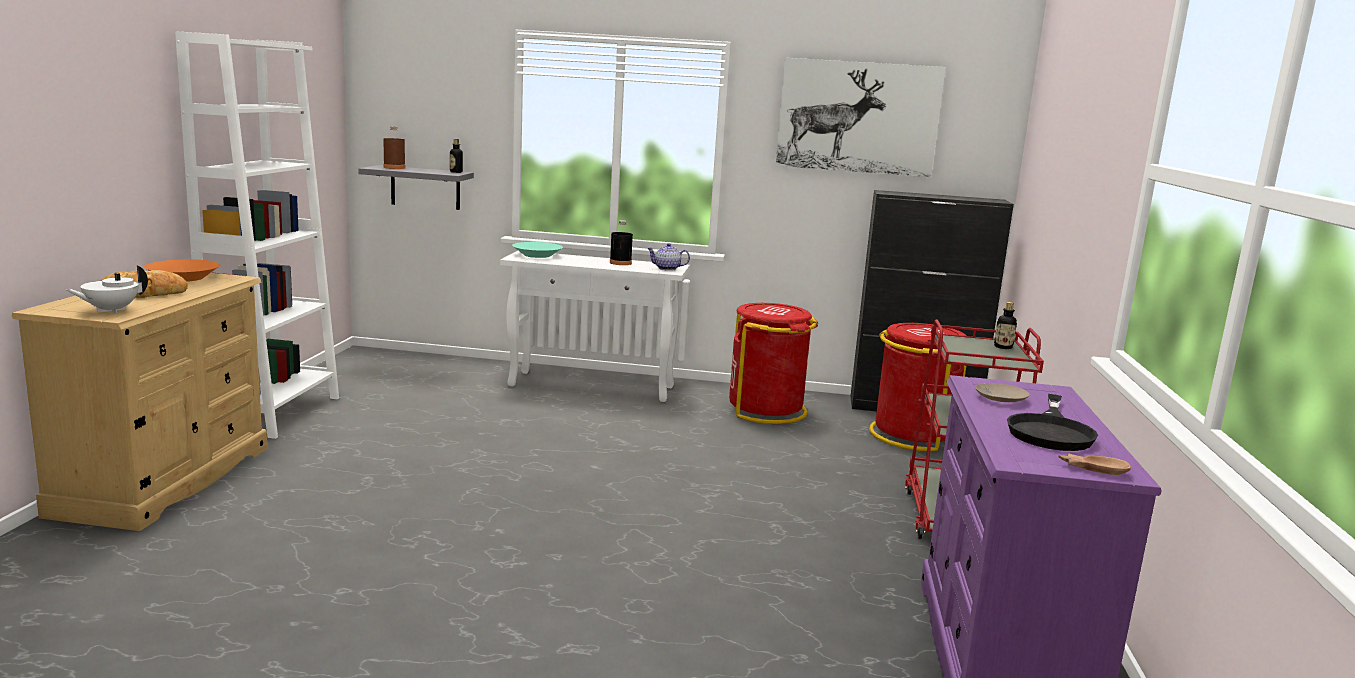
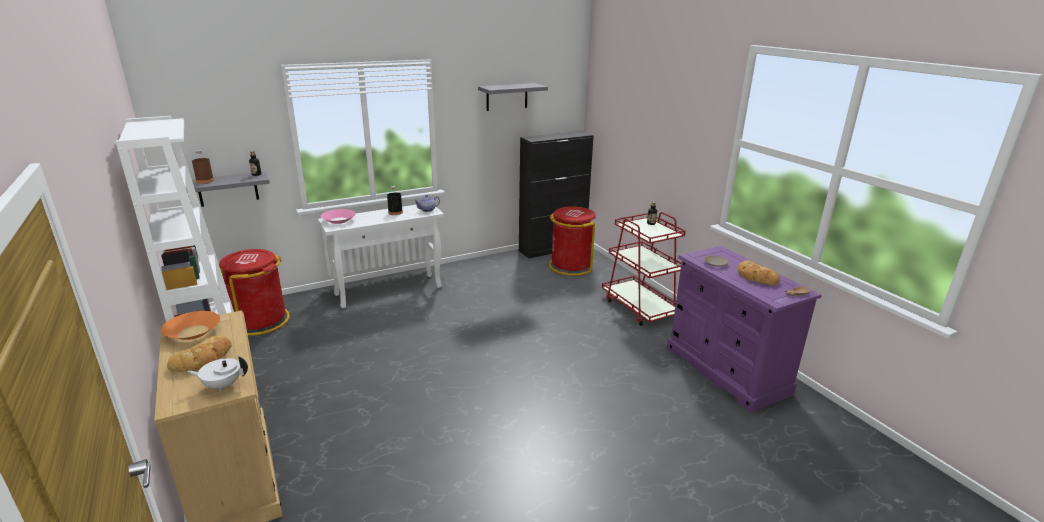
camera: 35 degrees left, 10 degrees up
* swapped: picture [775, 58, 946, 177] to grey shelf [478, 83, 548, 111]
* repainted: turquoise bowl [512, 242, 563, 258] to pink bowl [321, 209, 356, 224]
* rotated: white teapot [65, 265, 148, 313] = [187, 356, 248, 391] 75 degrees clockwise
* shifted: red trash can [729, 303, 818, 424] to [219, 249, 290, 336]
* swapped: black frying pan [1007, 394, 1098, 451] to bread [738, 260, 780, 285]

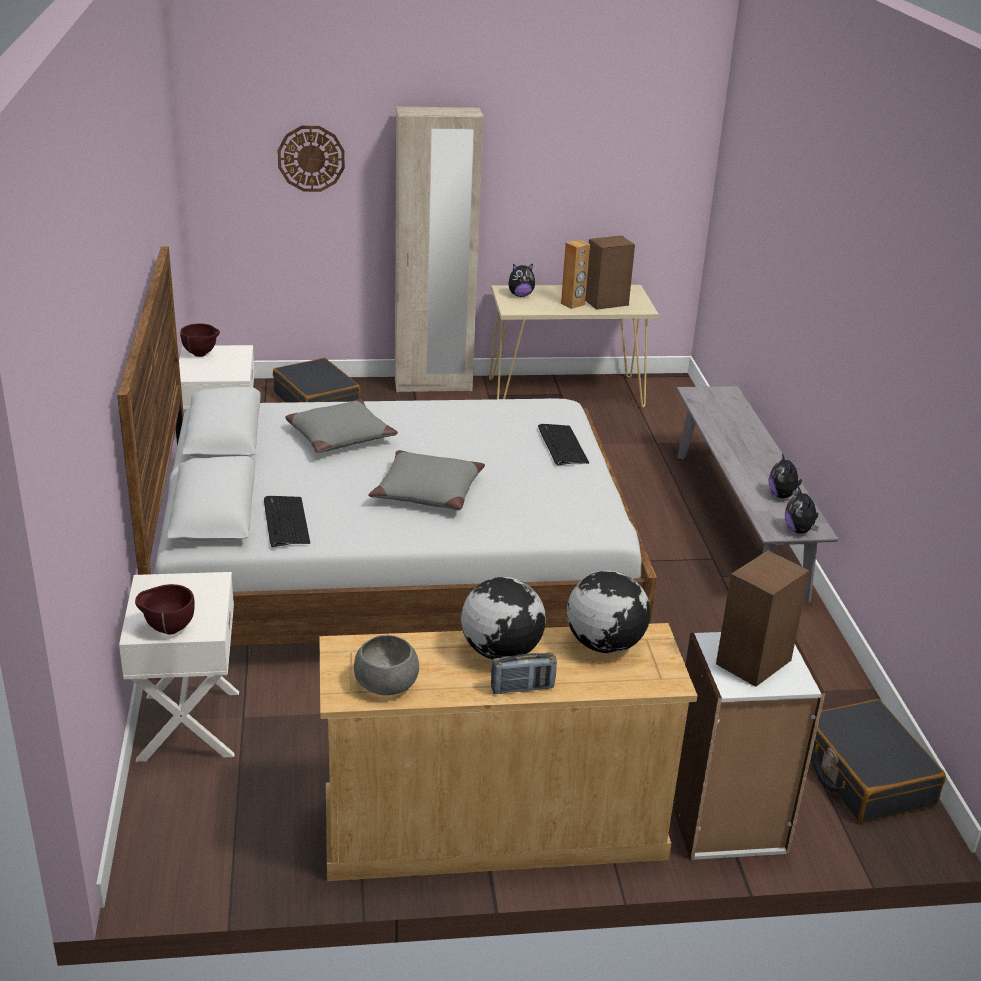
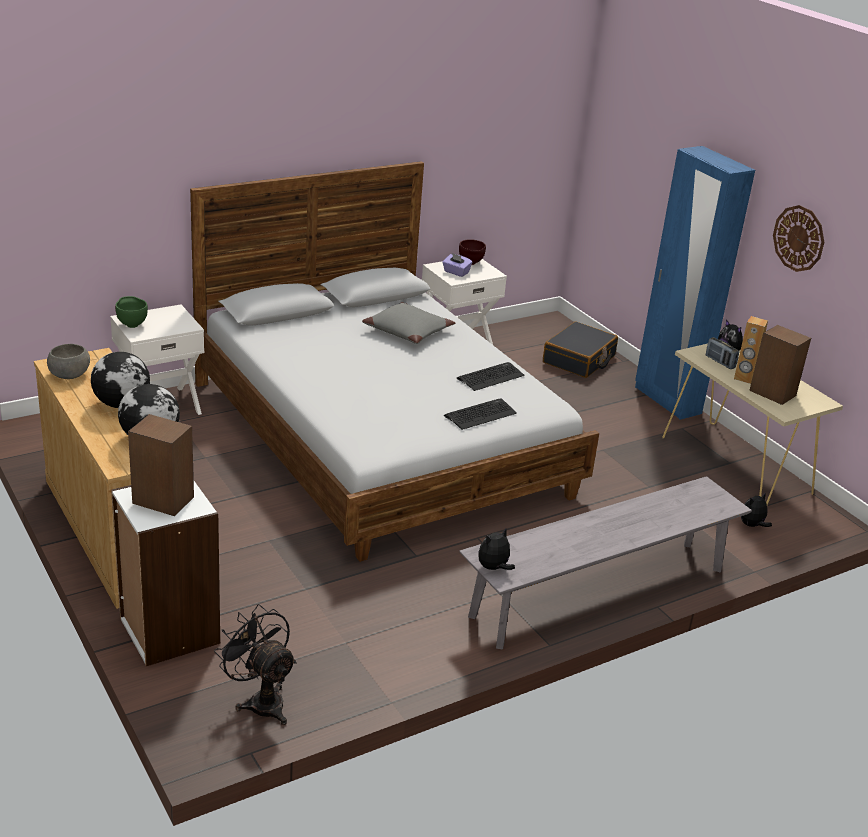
camera: 65 degrees right, 0 degrees up
* repainted: beige wardrobe [395, 107, 483, 392] to blue wardrobe [635, 146, 755, 420]
* shifted: wall clock [278, 126, 345, 192] to [773, 205, 824, 272]
* gone: grey pillow [368, 450, 485, 510]
* shifted: plush toy [769, 453, 802, 498] to [741, 492, 772, 527]
* shifted: keyboard [264, 496, 310, 547] to [456, 362, 524, 391]
* repainted: brown bowl [135, 584, 195, 634] to green bowl [115, 296, 148, 328]
* shifted: radio [491, 653, 557, 694] to [706, 337, 739, 369]
* swapped: black suitcase [811, 699, 946, 823] to black fan [214, 604, 297, 725]
* new: purple tissue box [442, 253, 472, 277]

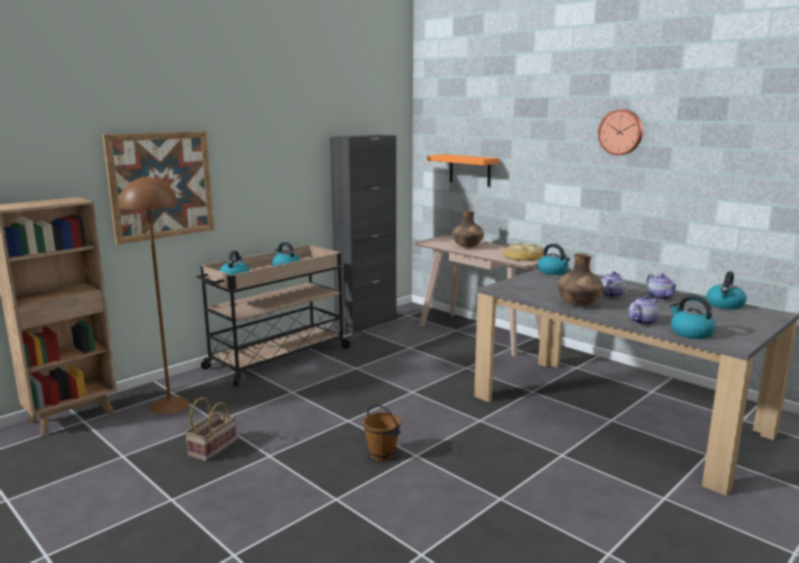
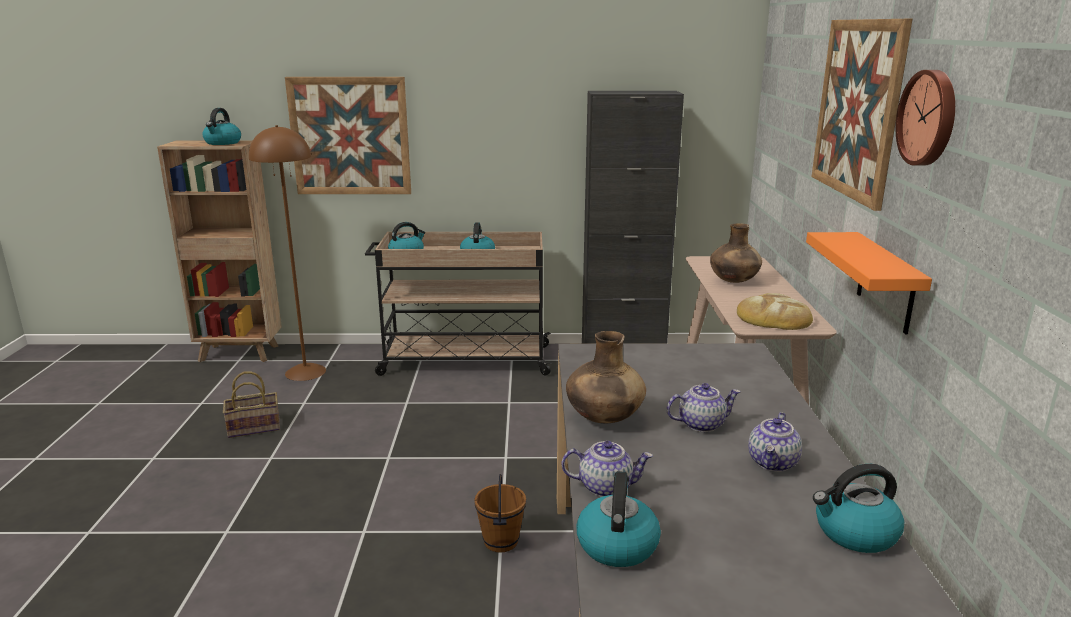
camera: 45 degrees right, 5 degrees up
* shifted: orange shelf [427, 154, 500, 187] to [806, 232, 932, 334]
* shifted: kettle [538, 244, 570, 275] to [202, 108, 241, 145]
* shifted: brown bucket [363, 404, 401, 461] to [474, 474, 526, 553]
* new: picture [812, 19, 913, 211]

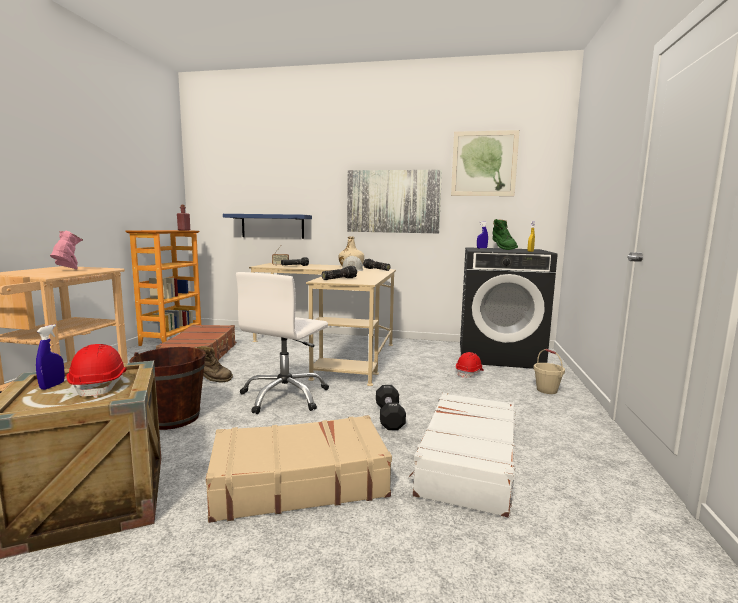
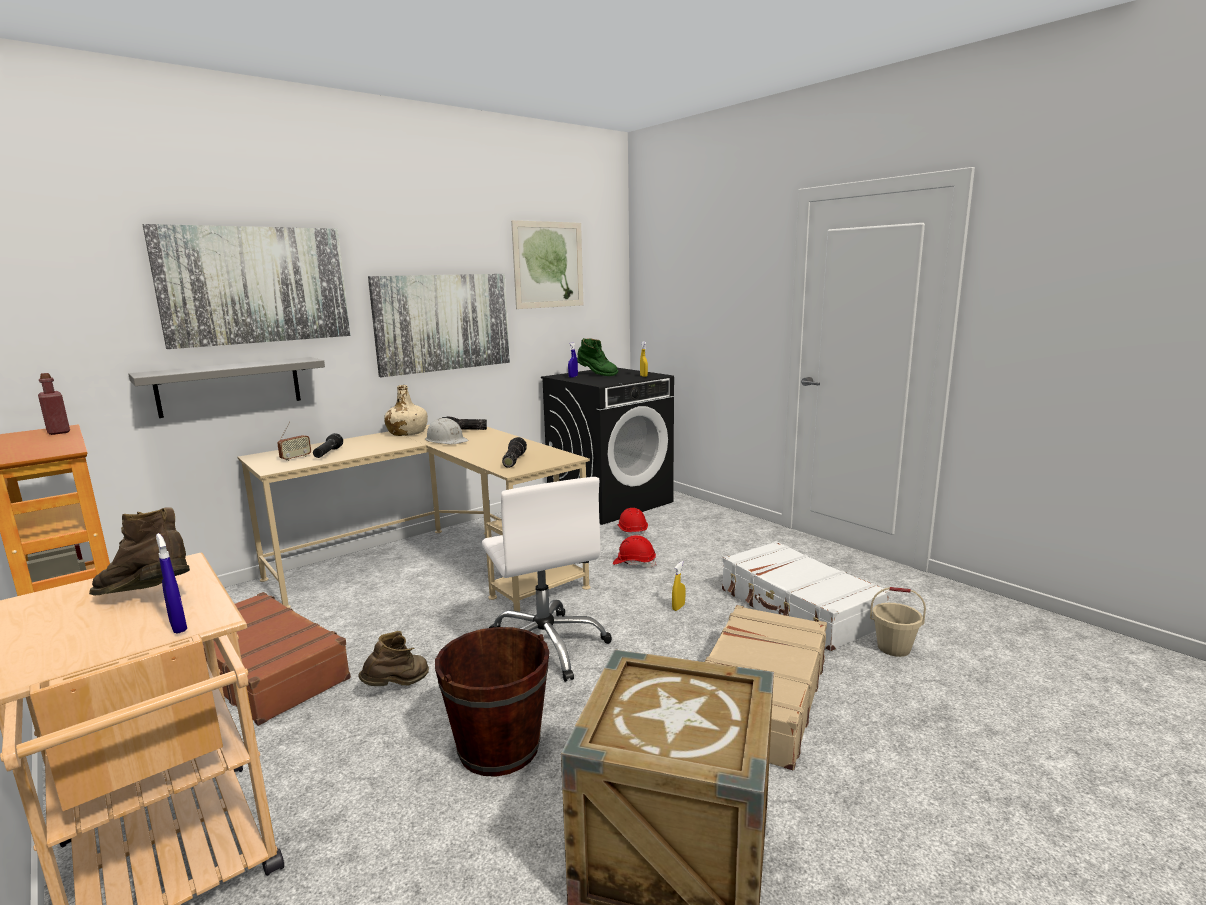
camera: 50 degrees left, 5 degrees up
* repainted: blue shelf [223, 214, 312, 239] to grey shelf [128, 357, 325, 418]
* repainted: pink boot [50, 231, 83, 269] to brown boot [89, 507, 190, 596]
* shifted: blue spray bottle [36, 324, 65, 390] to [156, 533, 187, 634]
* shifted: red hard hat [66, 344, 127, 398] to [613, 535, 656, 568]
* shifted: beige bucket [533, 349, 565, 394] to [870, 587, 926, 657]
* swapped: black dumbbell [376, 385, 406, 430] to yellow spray bottle [672, 561, 686, 611]
* new: picture [142, 224, 350, 349]

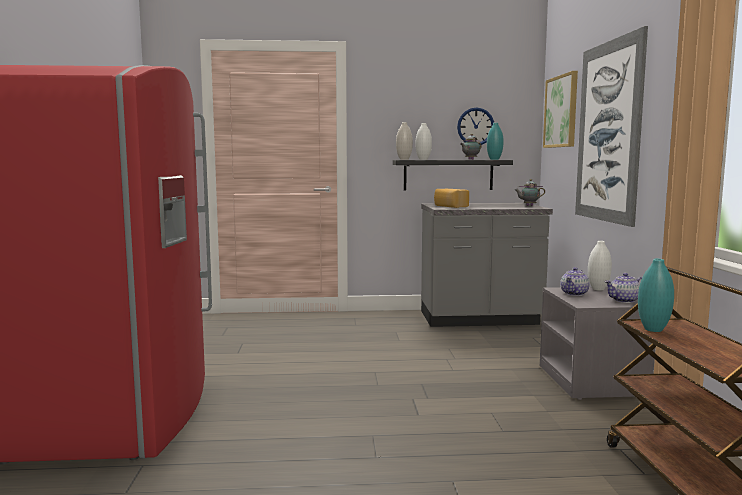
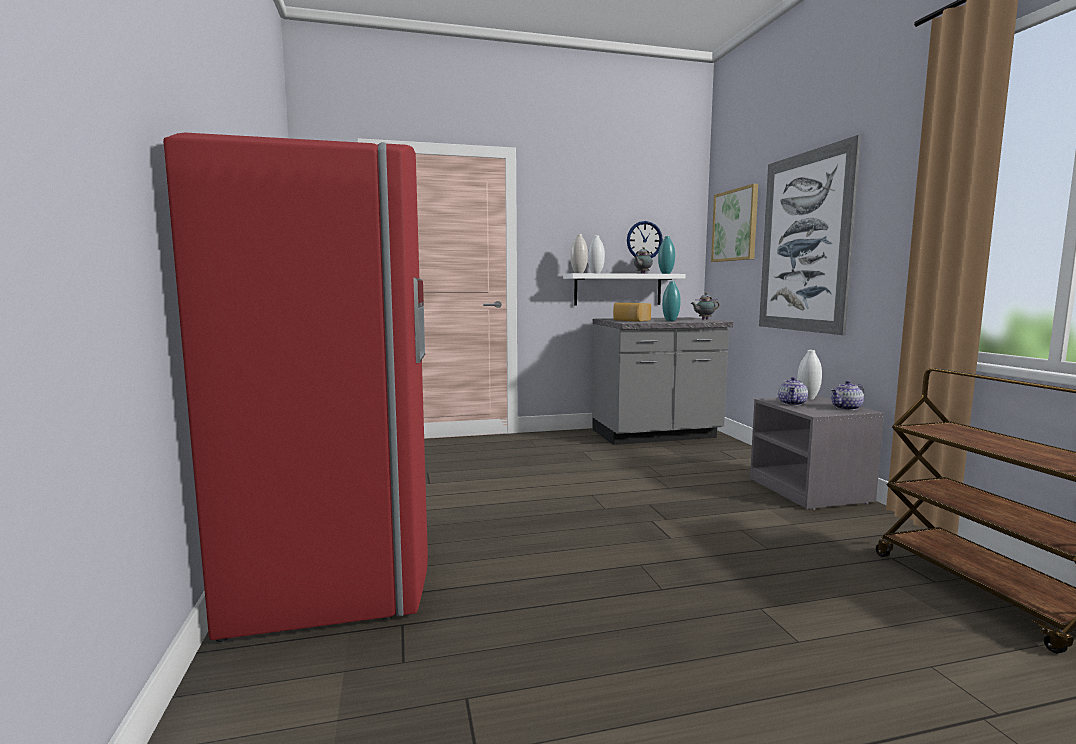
camera: 10 degrees left, 0 degrees up
* repainted: black shelf [393, 160, 513, 190] to white shelf [563, 273, 685, 305]
* shifted: turquoise vase [638, 259, 674, 332] to [662, 281, 681, 321]

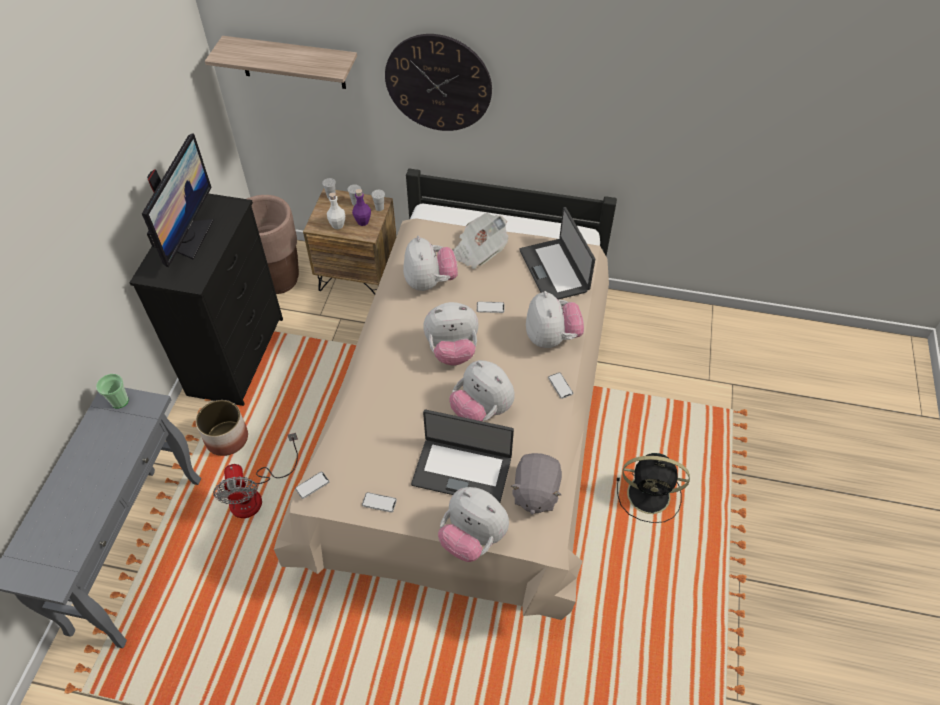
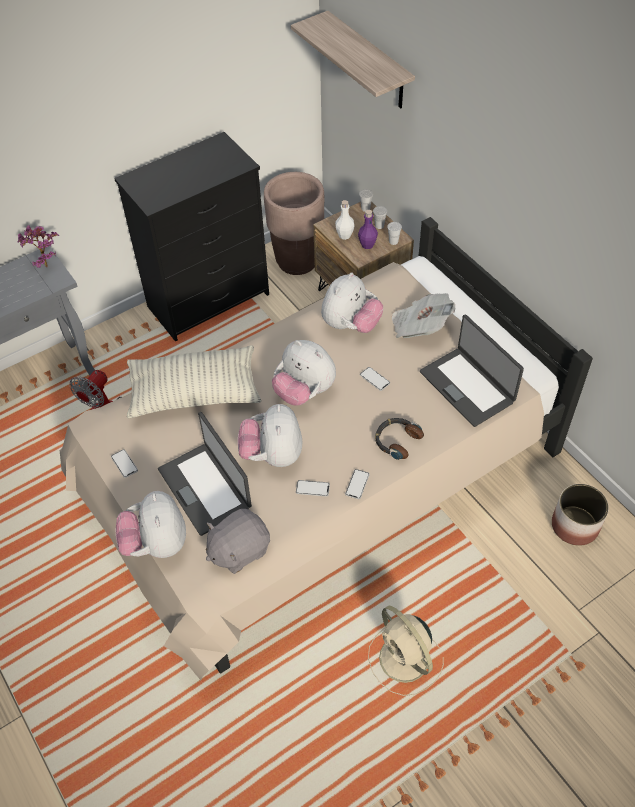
camera: 45 degrees right, 0 degrees up
* gone: wall clock [385, 34, 492, 131]
* gone: monitor [142, 134, 214, 267]
* rotated: laptop [519, 207, 595, 300] = [420, 314, 524, 427] 60 degrees counterclockwise
* swapped: plush toy [526, 291, 584, 348] to headphones [375, 418, 424, 460]
* swapped: cup [96, 374, 128, 408] to potted plant [18, 225, 59, 268]
* shifted: planter [196, 400, 248, 456] to [552, 484, 609, 546]
* repainted: black fan [617, 453, 690, 523] to beige fan [368, 606, 444, 696]
* shifted: phone [295, 472, 329, 499] to [296, 480, 330, 497]
* new: pillow [127, 345, 262, 419]

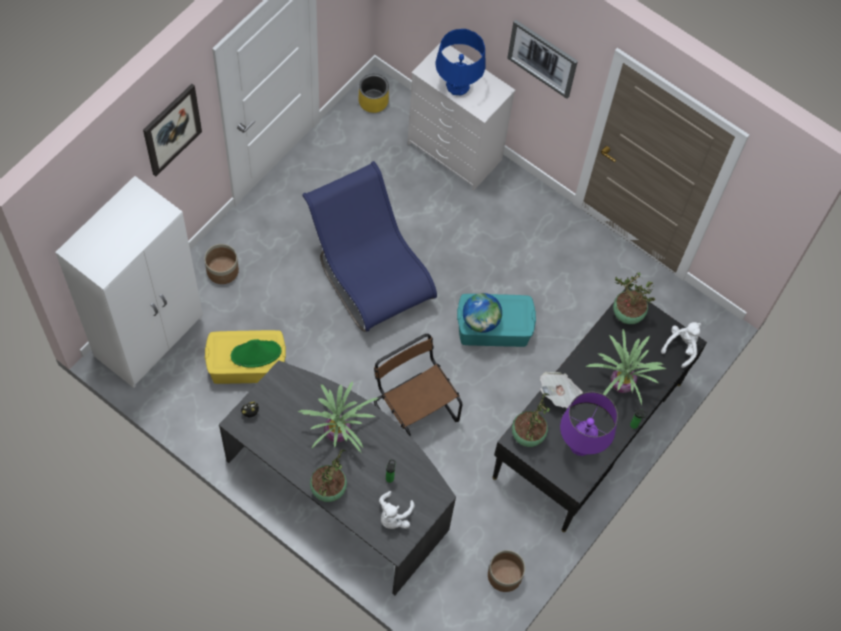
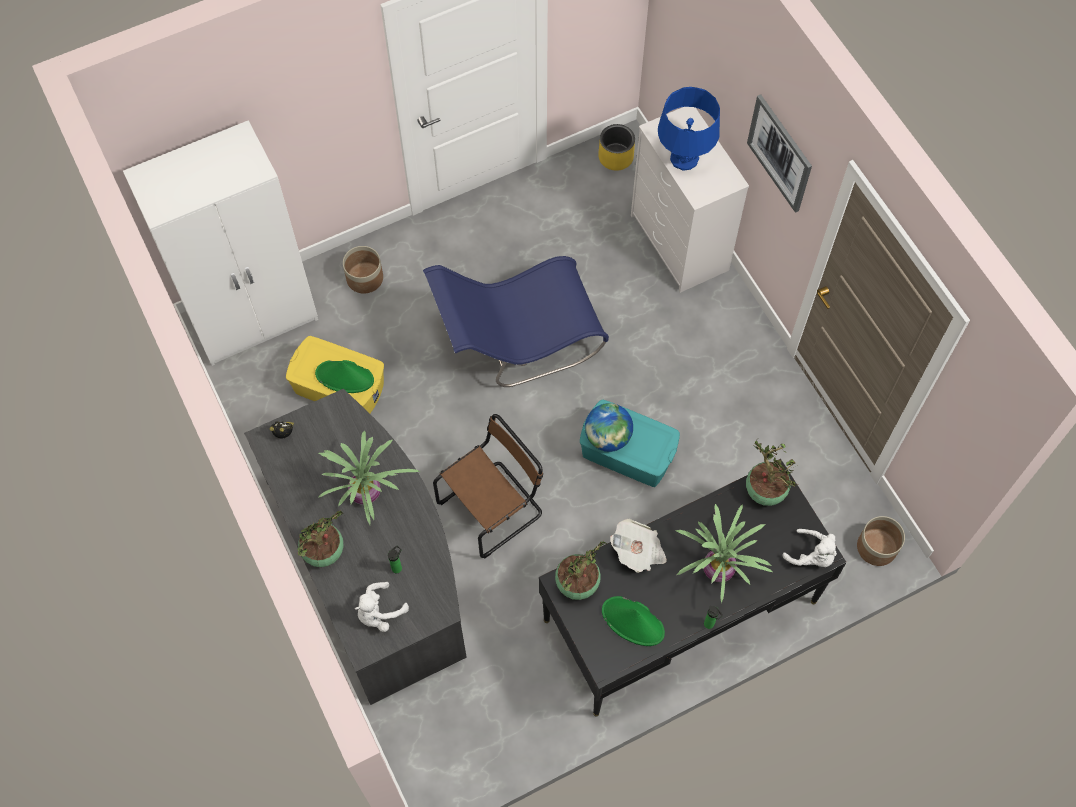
camera: 30 degrees right, 0 degrees up
* gone: picture [143, 84, 202, 176]
* rotated: blue chair [302, 161, 437, 332] = [423, 256, 609, 387] 105 degrees counterclockwise
* rotated: white plush toy [661, 322, 701, 368] = [782, 529, 837, 567] 60 degrees clockwise
* rotated: brown chair [374, 334, 463, 436] = [433, 414, 543, 559] 60 degrees clockwise
* swapped: purple table lamp [560, 392, 618, 456] to green hat [602, 596, 665, 646]
* shifted: planter [488, 550, 525, 592] to [857, 516, 905, 566]

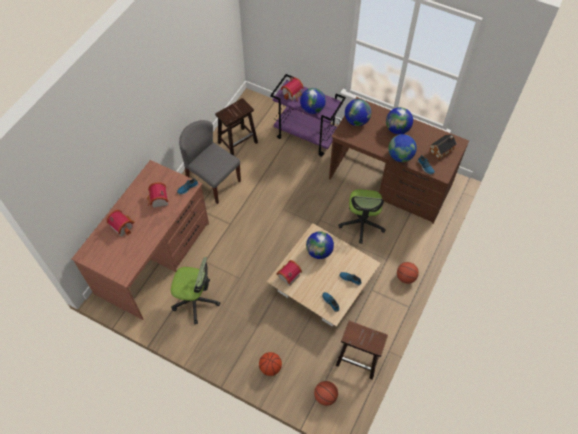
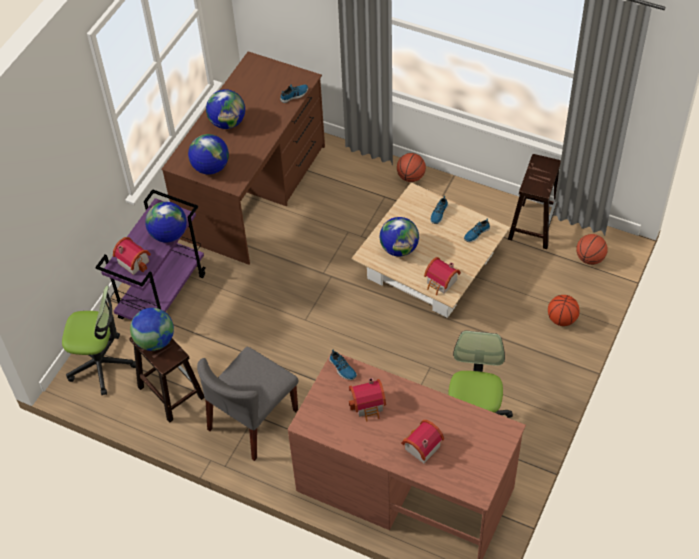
camera: 90 degrees left, 5 degrees down
* shifted: globe [388, 134, 417, 162] to [130, 308, 174, 351]
* gone: toy house [429, 134, 457, 160]
* shifted: office chair [338, 189, 386, 244] to [62, 285, 136, 395]

